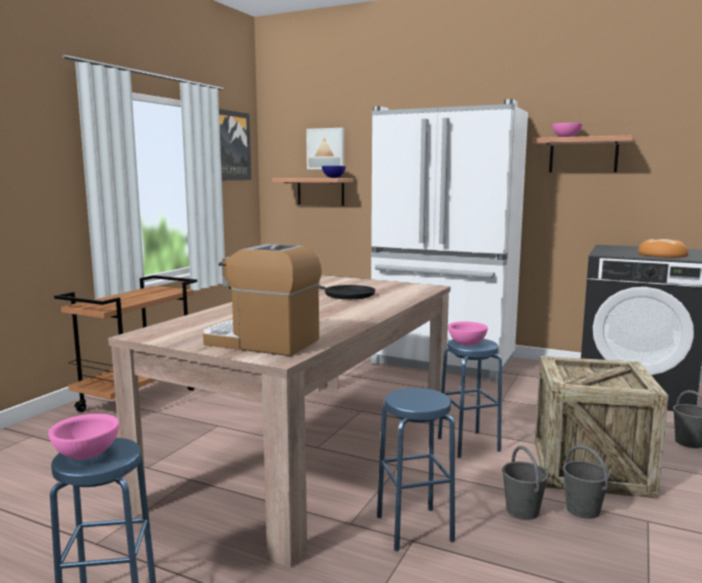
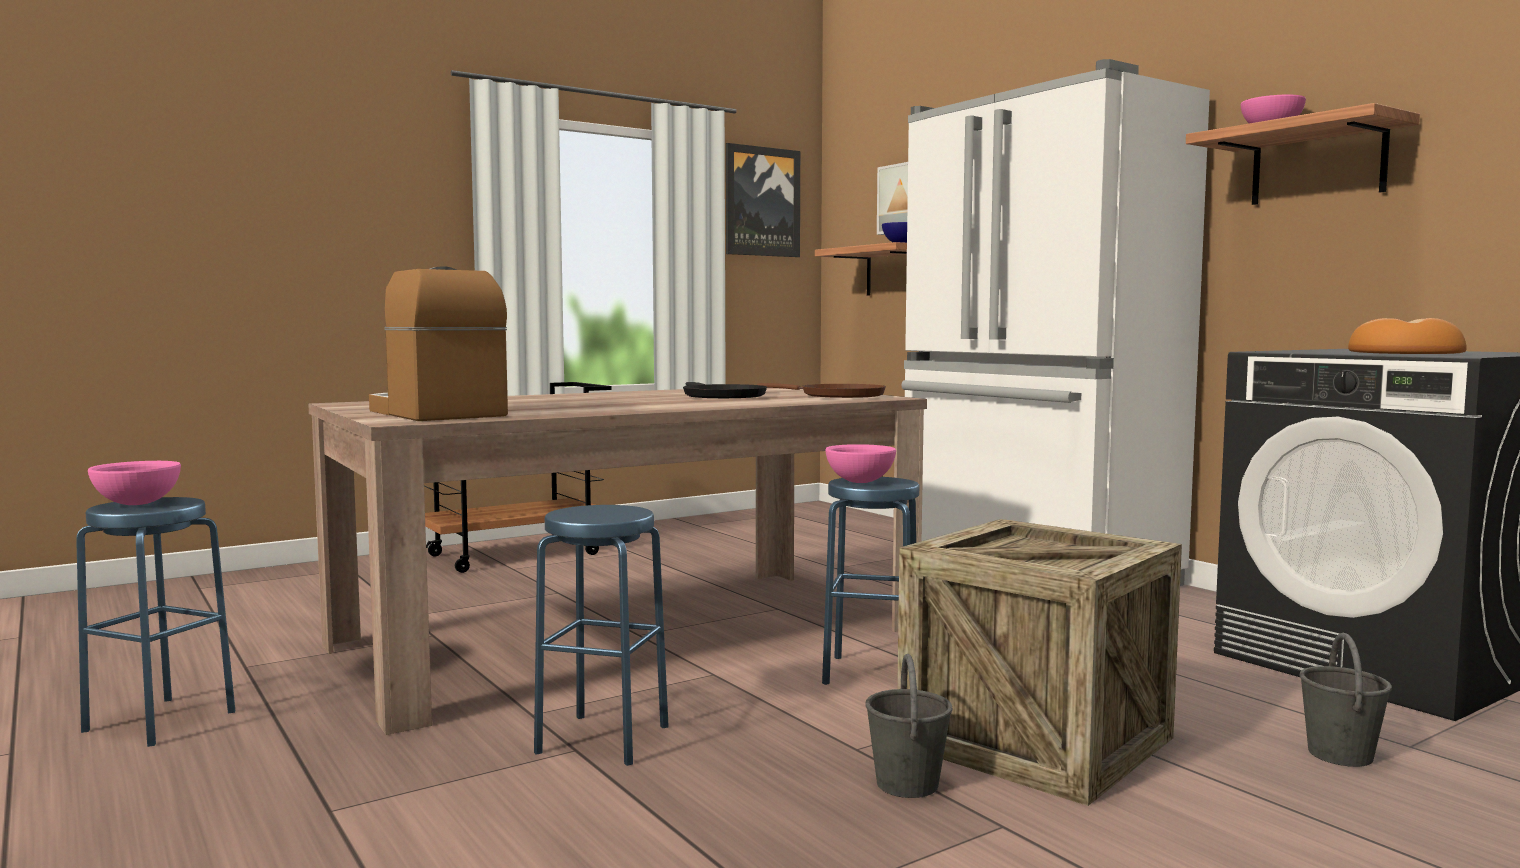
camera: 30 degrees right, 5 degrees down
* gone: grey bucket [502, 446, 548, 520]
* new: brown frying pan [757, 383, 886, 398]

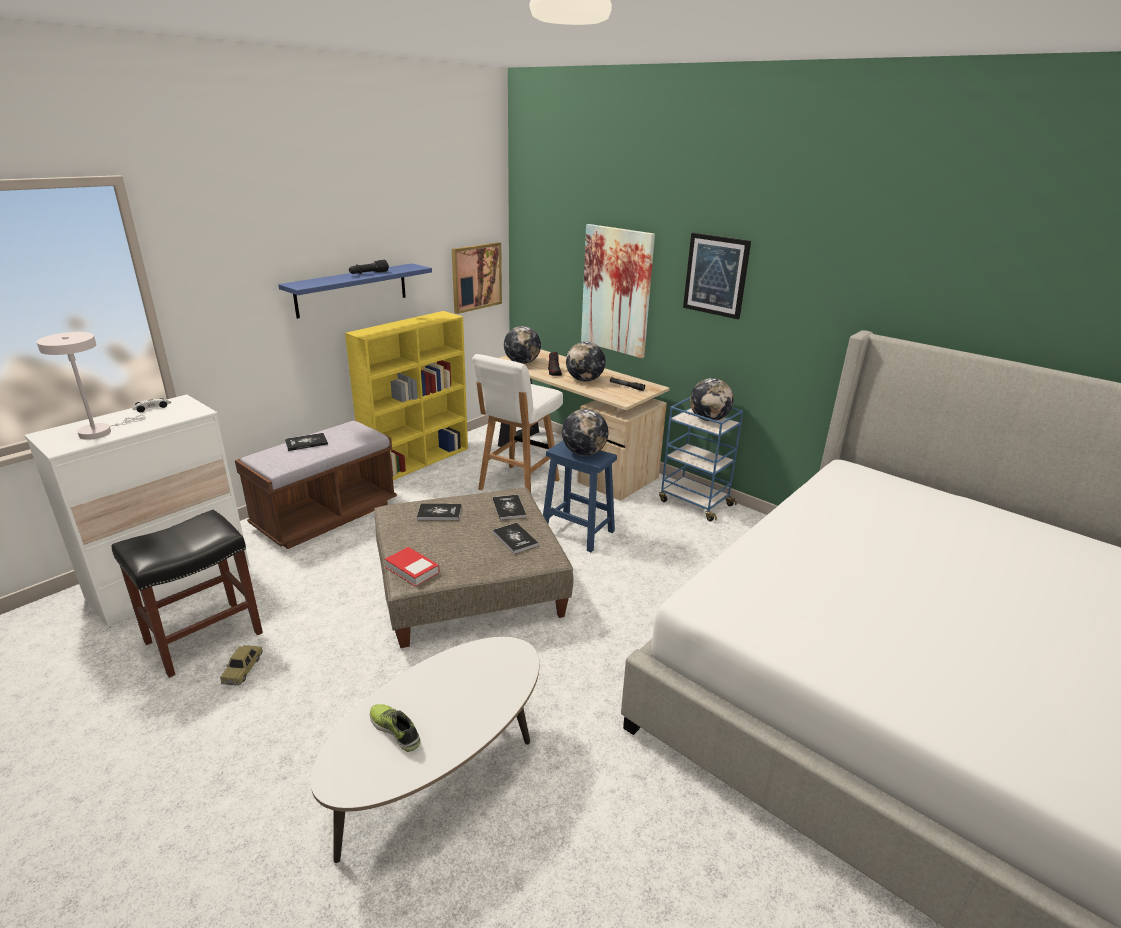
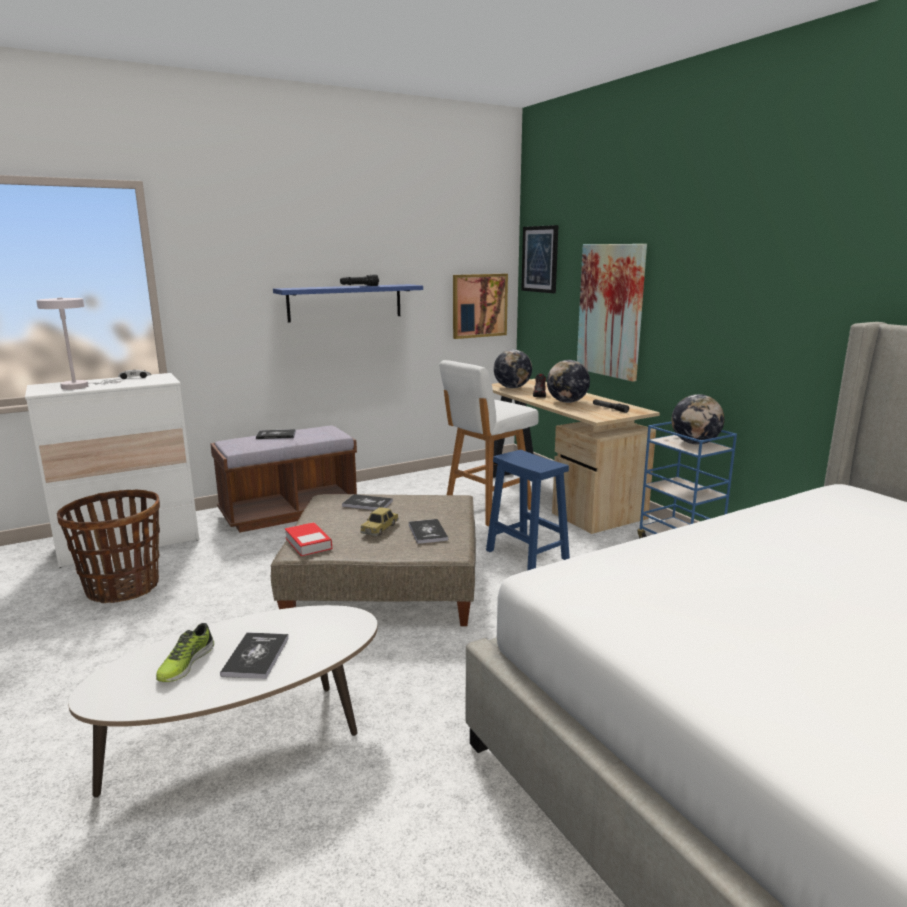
camera: 20 degrees right, 10 degrees down
* shifted: picture [683, 233, 751, 319] to [521, 225, 559, 293]
* gone: yellow bookcase [345, 311, 468, 480]
* gone: globe [562, 409, 609, 456]
* shifted: book [493, 495, 526, 520] to [220, 632, 289, 679]
* swapped: black stool [111, 510, 263, 678] to basket [57, 490, 160, 603]
* shifted: toy car [220, 645, 263, 685] to [360, 507, 399, 536]
* rotated: shoe [370, 704, 421, 752] = [156, 623, 214, 682] 135 degrees counterclockwise

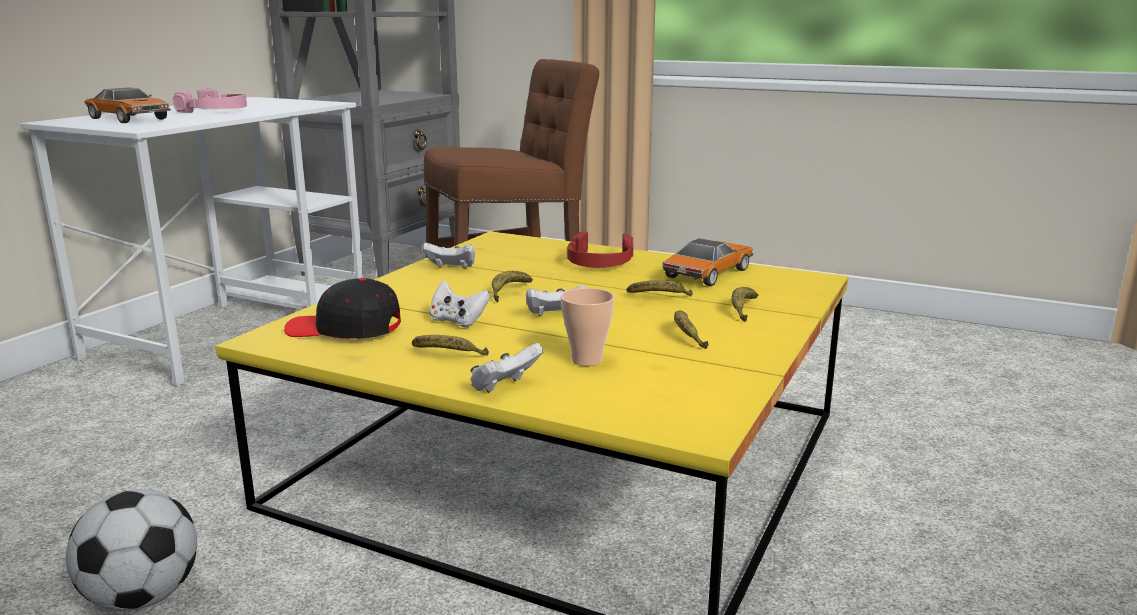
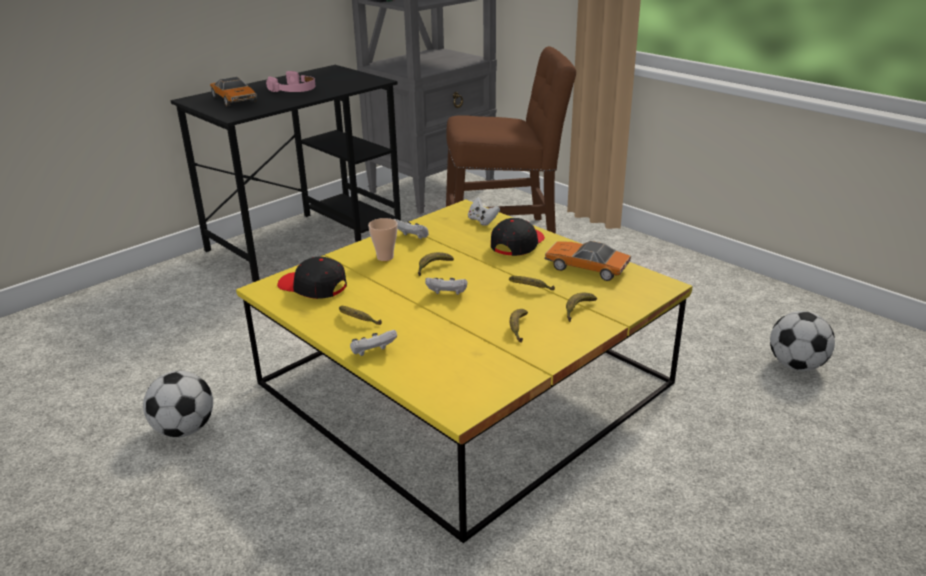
camera: 20 degrees right, 10 degrees up
* repainted: white desk [20, 97, 363, 386] to black desk [171, 65, 401, 282]
* swapped: red headphones [567, 231, 633, 268] to black cap [491, 218, 545, 256]
* rotated: toy car [662, 238, 753, 286] = [545, 241, 631, 281] 120 degrees counterclockwise
* shifted: white game controller [430, 281, 491, 327] to [468, 197, 500, 226]
* shifted: cup [561, 288, 614, 366] to [368, 218, 398, 261]
* new: football [770, 311, 835, 371]

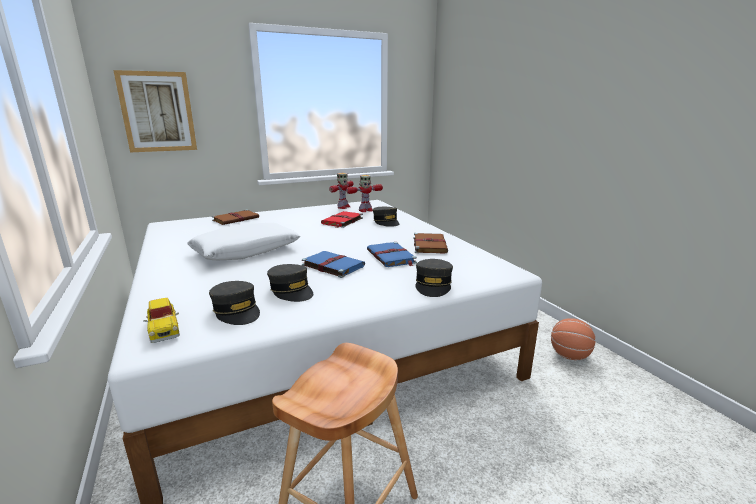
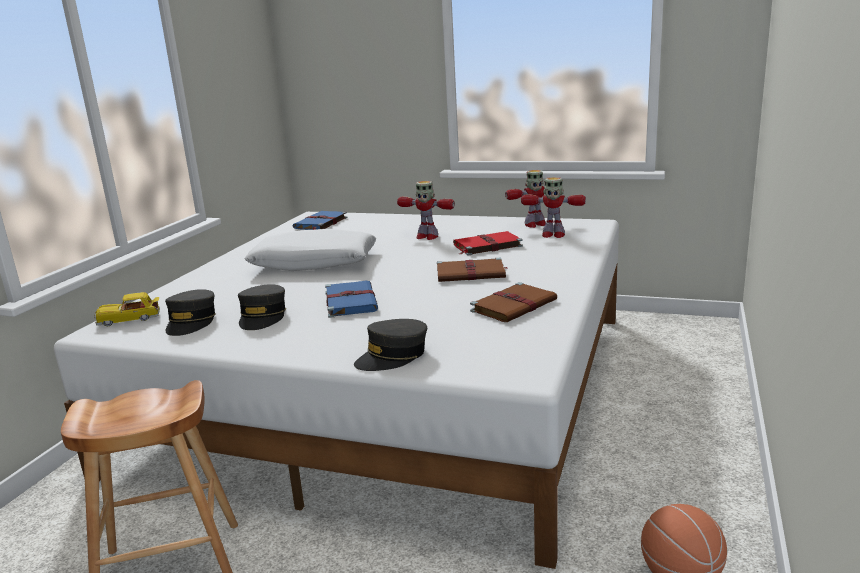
camera: 45 degrees right, 0 degrees up
* gone: picture [113, 70, 197, 152]
* gone: grey cap [373, 207, 399, 227]
* shifted: brown book [212, 210, 259, 225] to [437, 258, 508, 282]
* shifted: blue book [367, 242, 417, 267] to [293, 211, 347, 230]
* rotated: toy car [143, 298, 180, 343] = [94, 292, 160, 326] 60 degrees clockwise
* new: toy robot [397, 181, 455, 240]

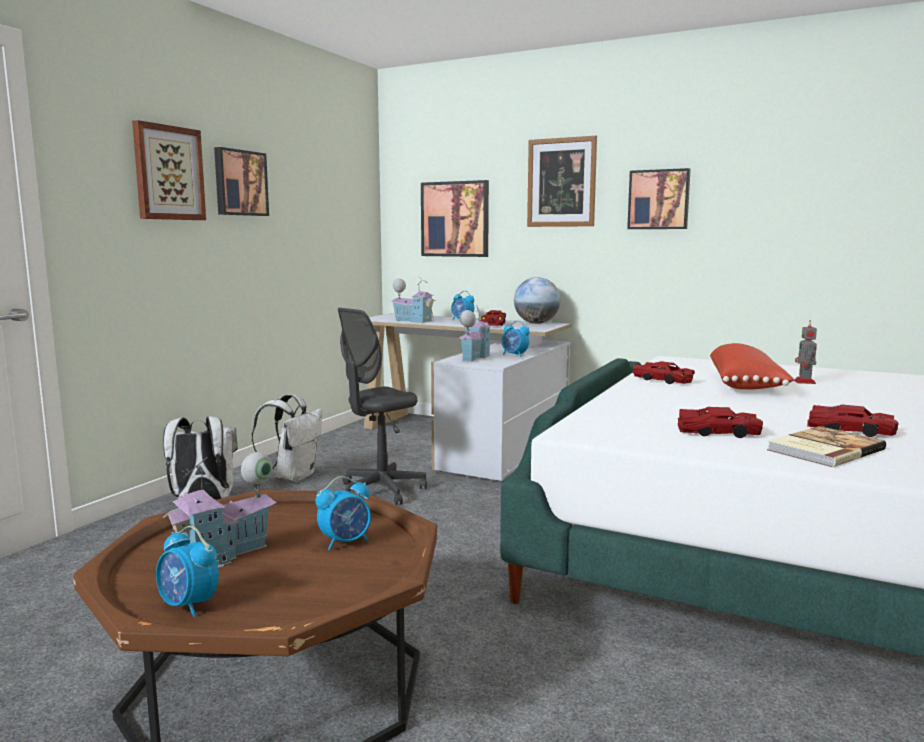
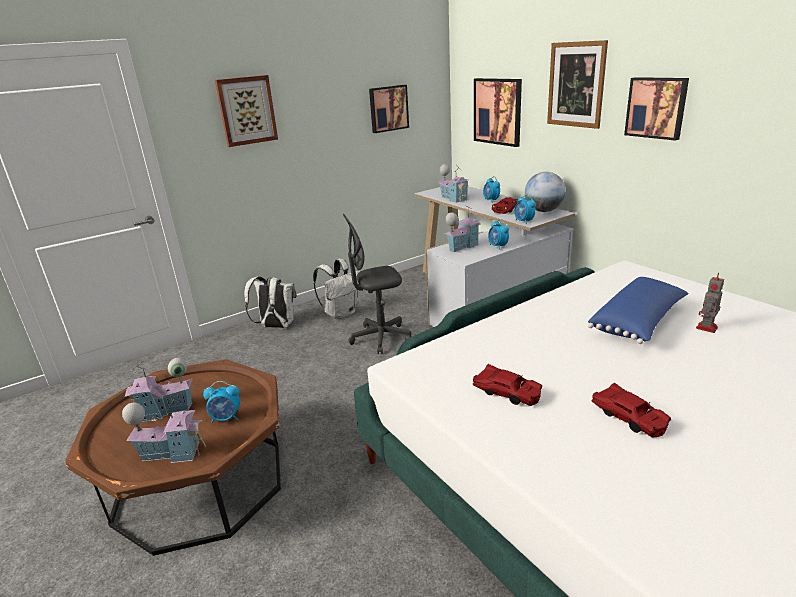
camera: 30 degrees right, 15 degrees up
* shifted: picture [214, 147, 269, 216] to [369, 85, 409, 133]
* repainted: red pillow [710, 343, 795, 390] to blue pillow [588, 277, 689, 344]
* gone: red toy car [633, 361, 695, 384]
* gone: book [767, 426, 886, 467]
* shifted: alarm clock [156, 526, 219, 617] to [514, 194, 536, 224]
* new: toy house [122, 397, 206, 463]

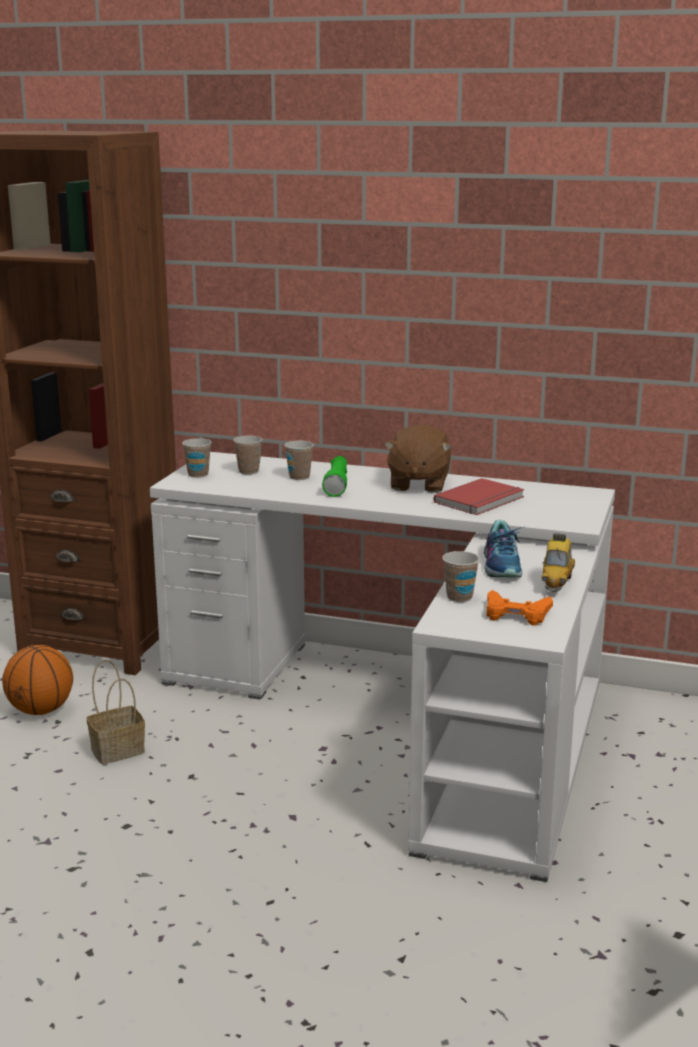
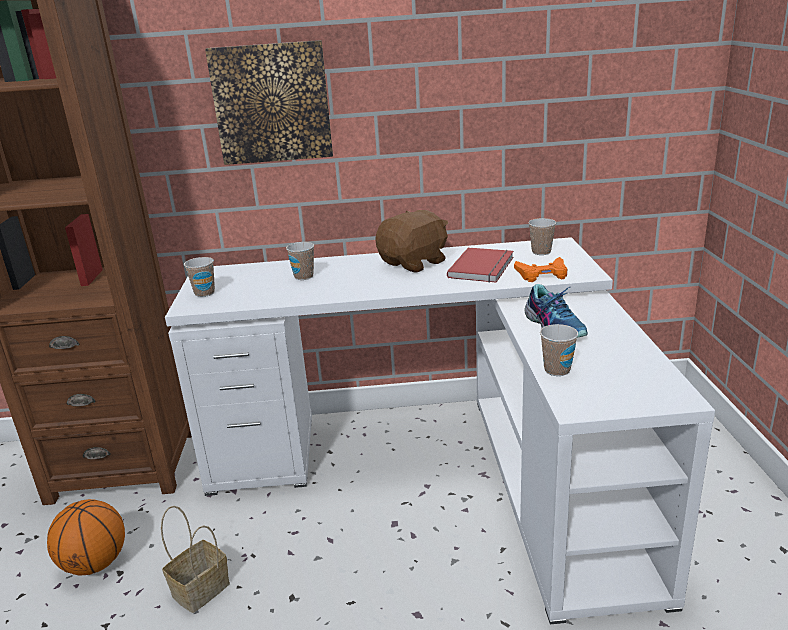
camera: 20 degrees left, 5 degrees up
* rotated: brown plush toy [384, 424, 451, 493] = [375, 210, 448, 272] 120 degrees counterclockwise
* shifted: cup [233, 436, 262, 475] to [528, 218, 556, 255]
* gone: green flashlight [322, 456, 347, 497]
* gone: toy car [542, 533, 575, 592]
* shifted: orange game controller [486, 590, 553, 626] to [514, 257, 567, 282]
* new: picture [205, 40, 333, 165]

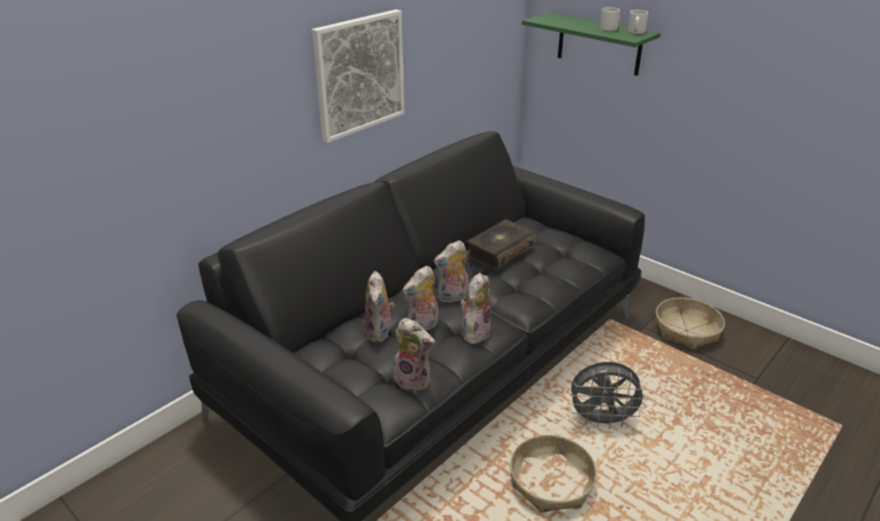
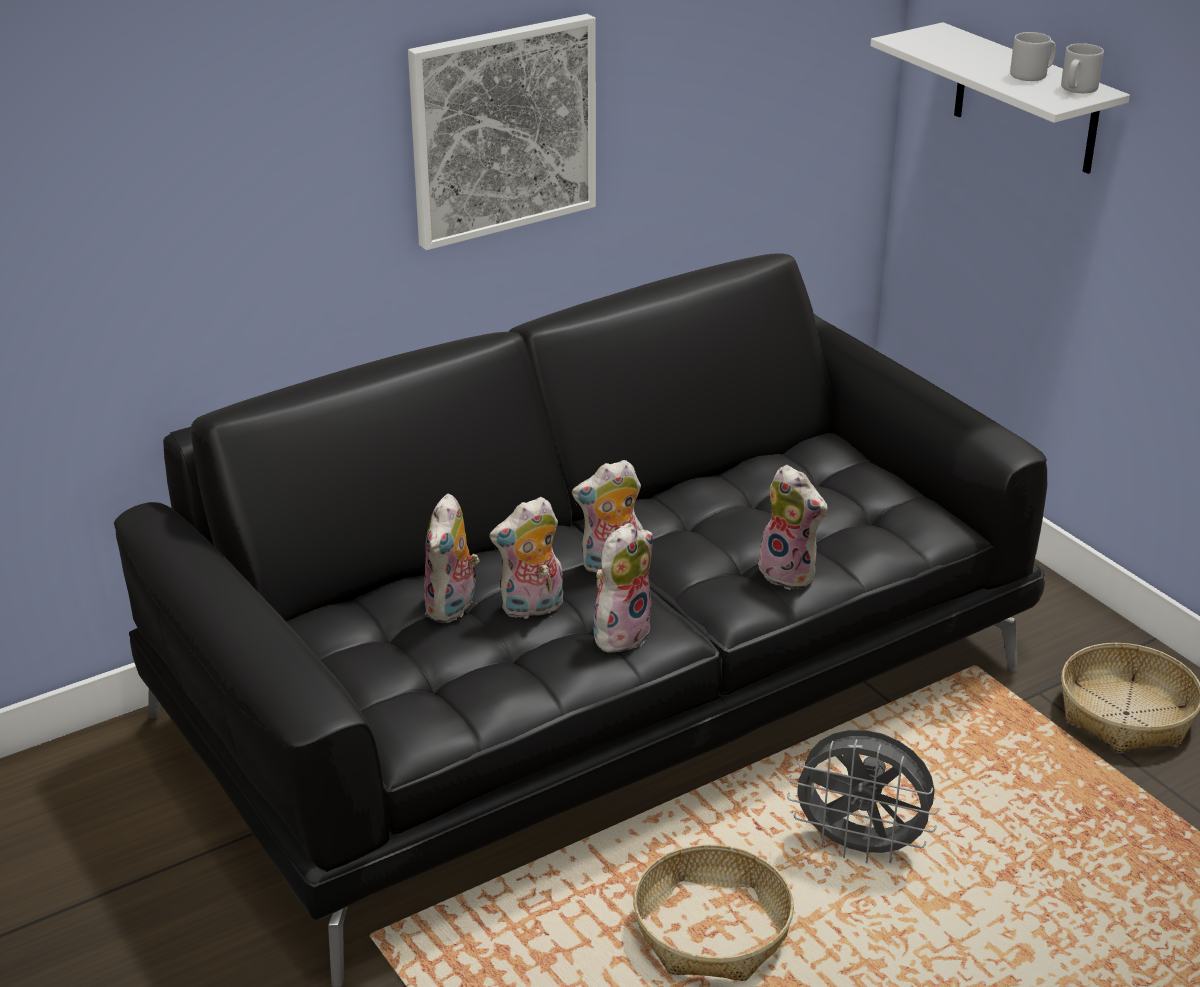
camera: 15 degrees right, 0 degrees up
* repainted: green shelf [522, 13, 661, 76] to white shelf [871, 22, 1130, 174]
* gone: book [467, 219, 536, 270]
* shifted: plush toy [393, 318, 435, 393] to [756, 465, 828, 590]

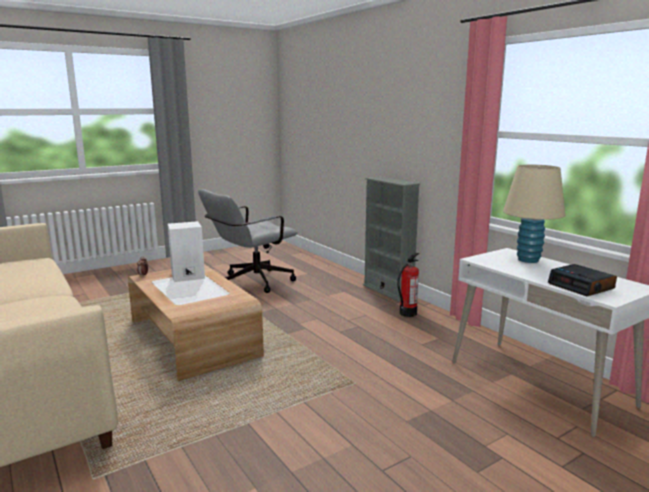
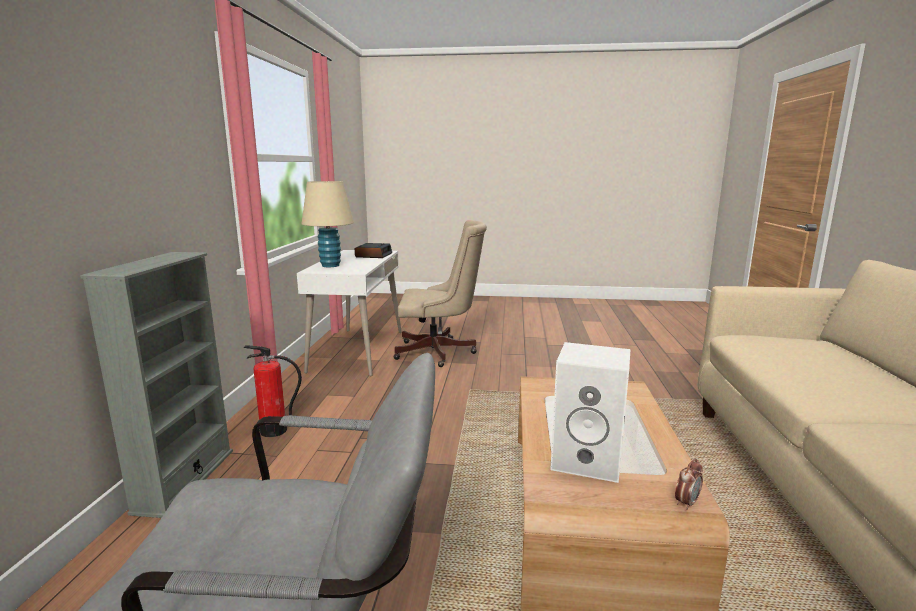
camera: 140 degrees left, 0 degrees up
* new: beige office chair [394, 220, 487, 367]

